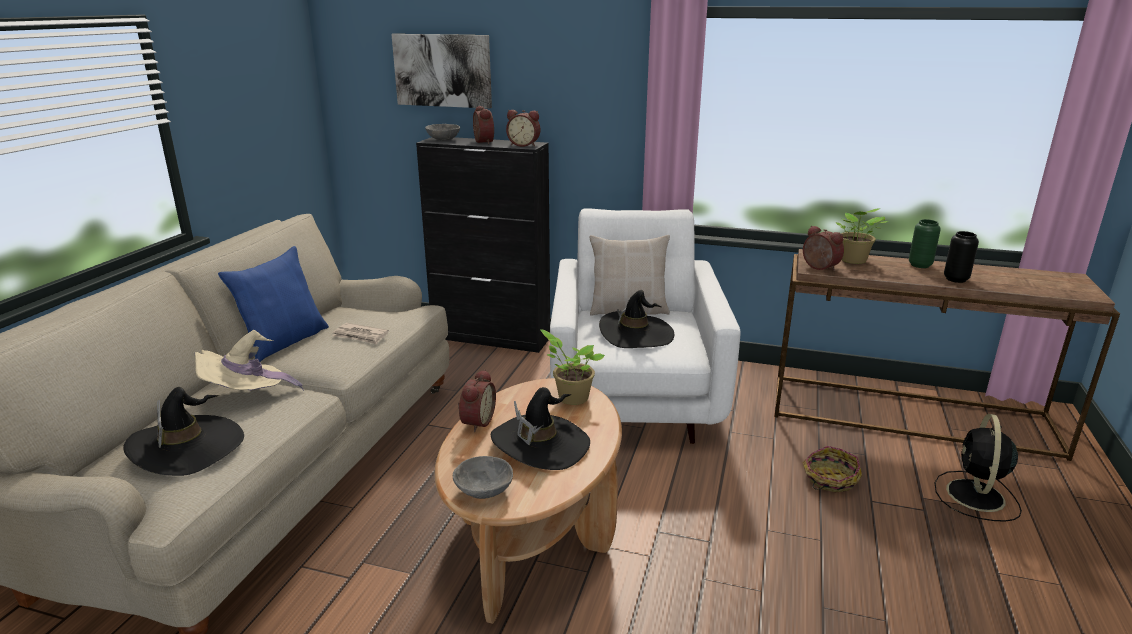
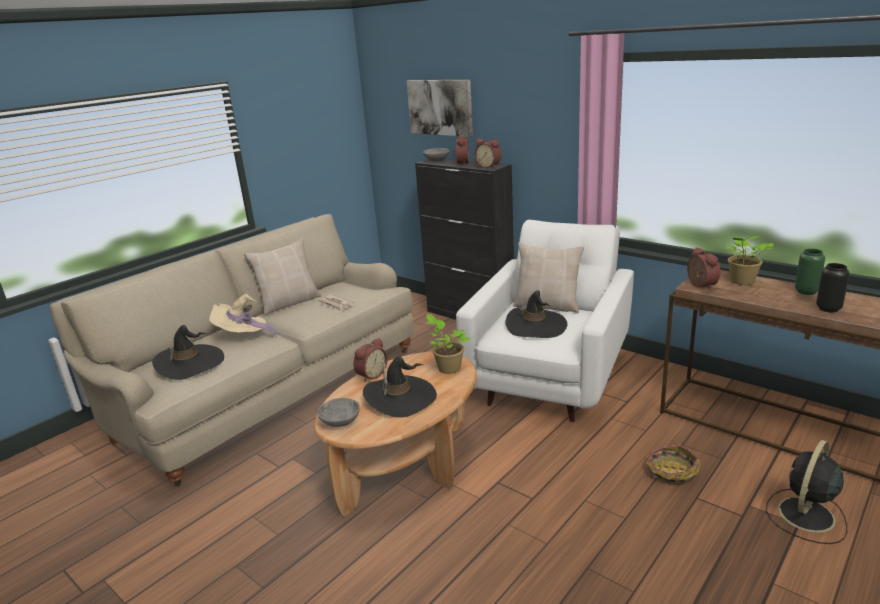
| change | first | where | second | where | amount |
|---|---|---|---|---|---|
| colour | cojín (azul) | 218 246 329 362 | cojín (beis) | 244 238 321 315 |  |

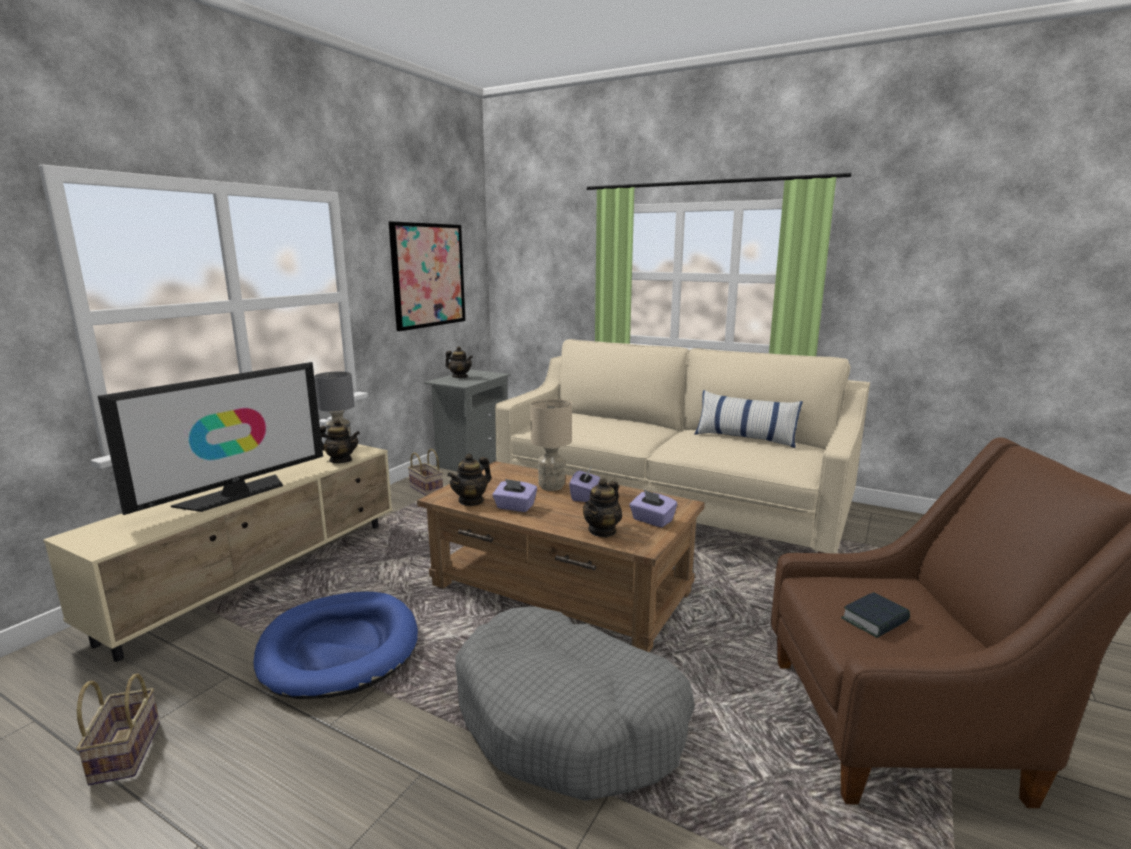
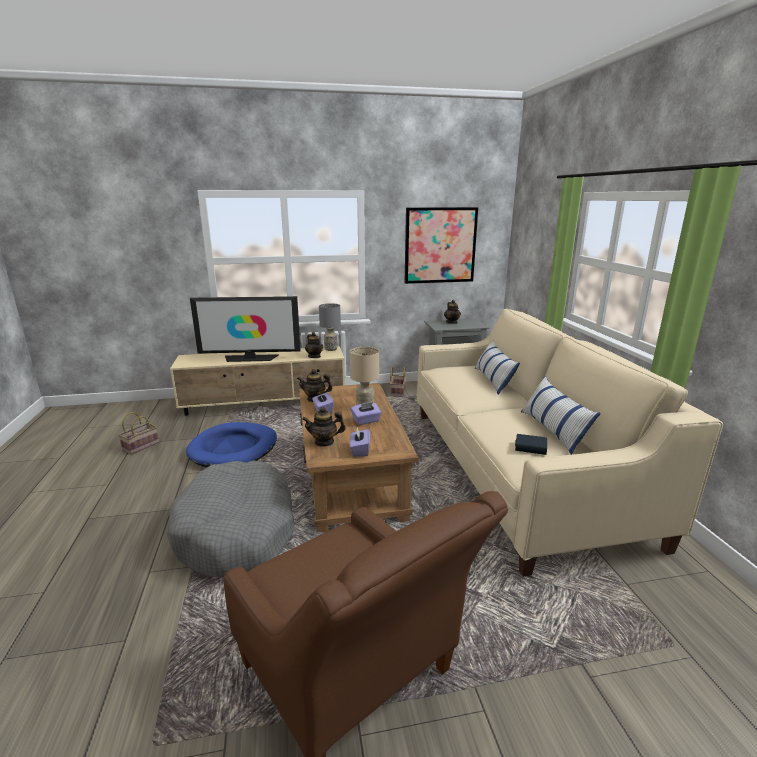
| change | first | where | second | where | amount |
|---|---|---|---|---|---|
| relocated | libro | 841 592 910 638 |  | 515 434 547 455 |  |
| appeared |  |  | cojín | 475 340 520 395 |  |

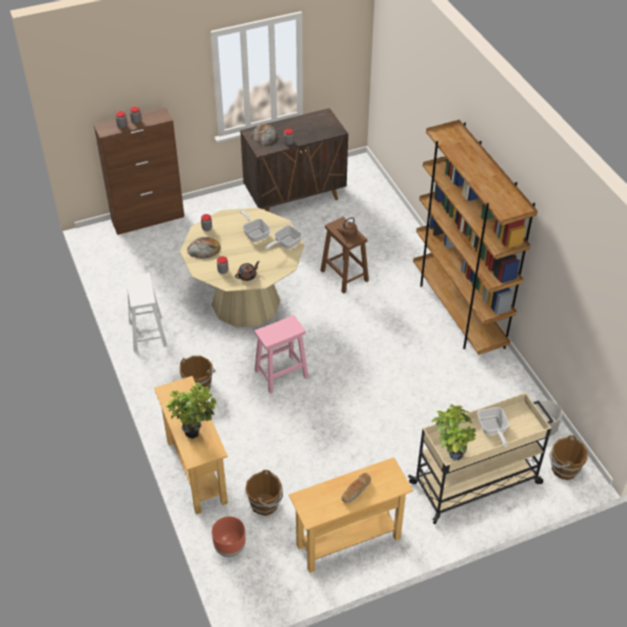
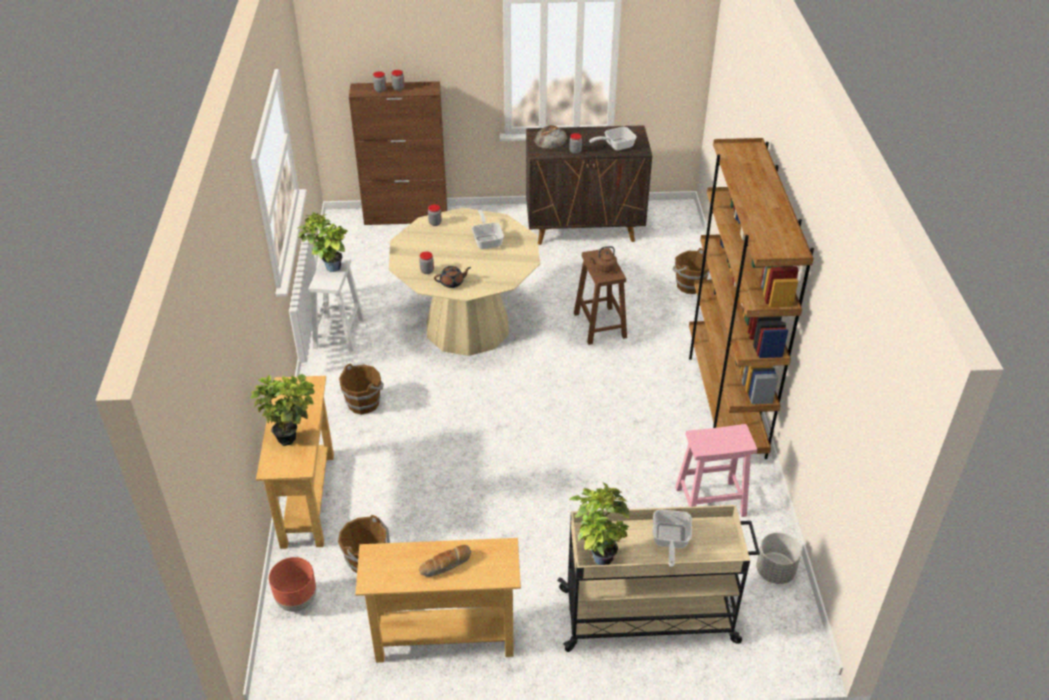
| change | first | where | second | where | amount |
|---|---|---|---|---|---|
| missing | pan | 187 237 221 259 |  |  |  |
| relocated | taburete (rosa) | 254 315 309 394 |  | 675 424 757 517 |  |
| relocated | sartén | 265 225 303 250 |  | 589 127 637 151 |  |
| relocated | cubo (marrón) | 549 435 588 480 |  | 672 248 710 294 |  |
| appeared |  |  | planta en maceta | 297 212 348 272 |  |

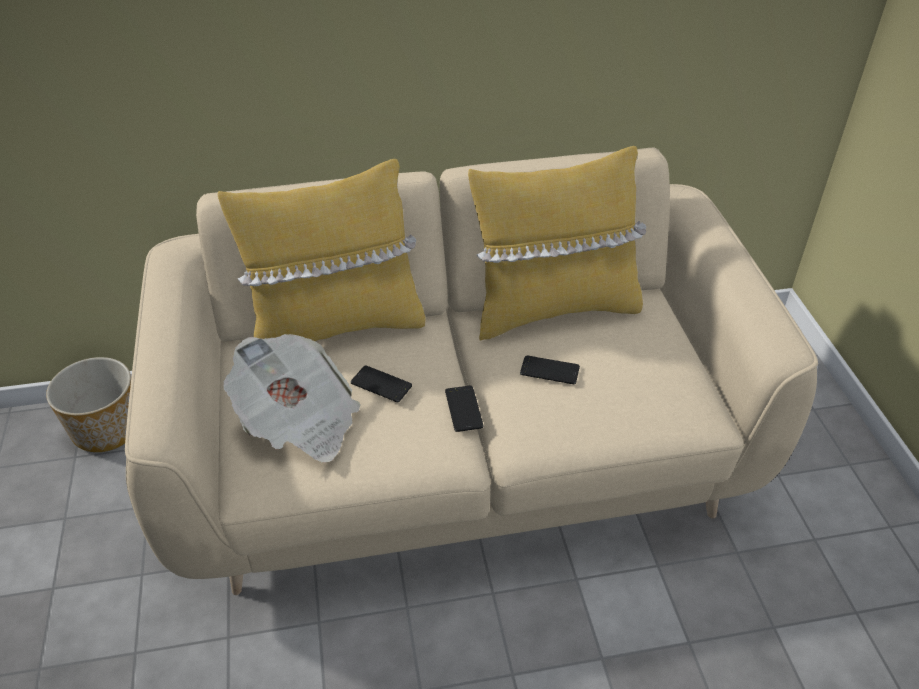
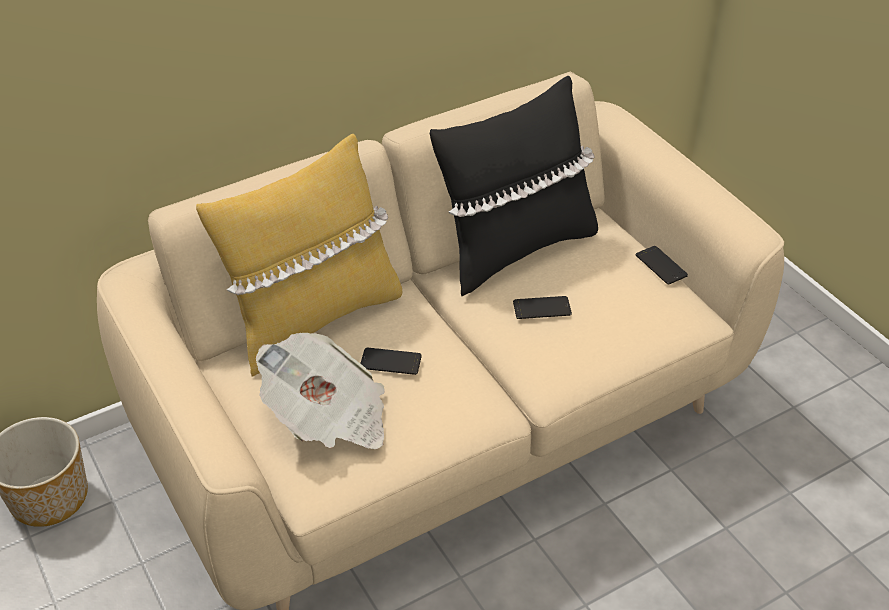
| change | first | where | second | where | amount |
|---|---|---|---|---|---|
| relocated | móvil | 445 386 483 432 |  | 636 246 688 284 |  |
| colour | cojín (amarillo) | 468 146 646 340 | cojín (negro) | 430 76 598 296 |  |

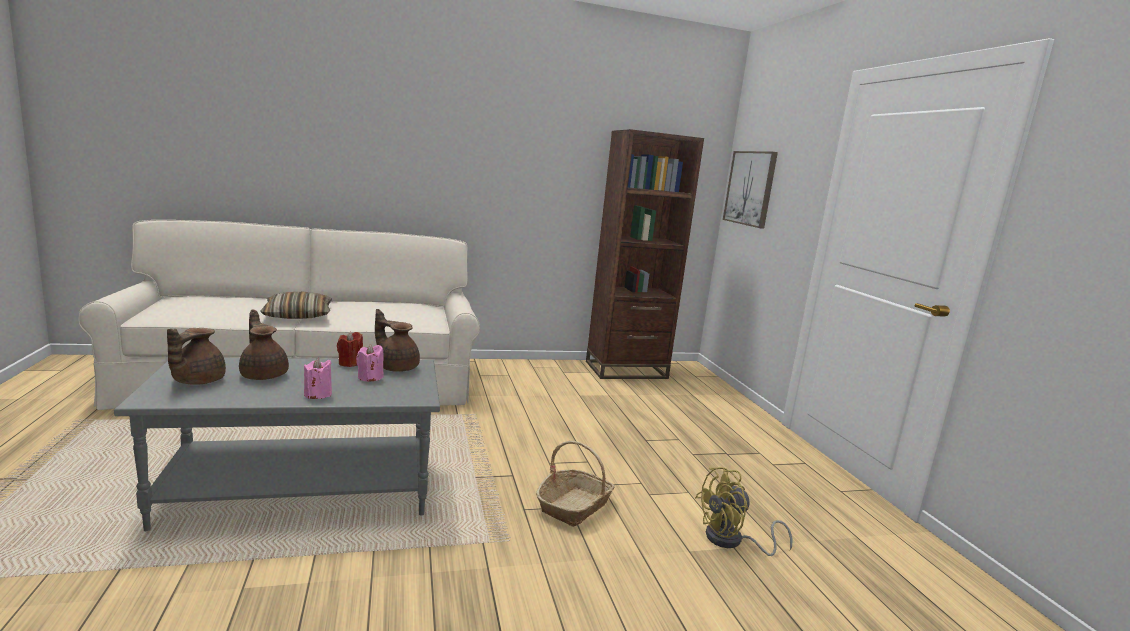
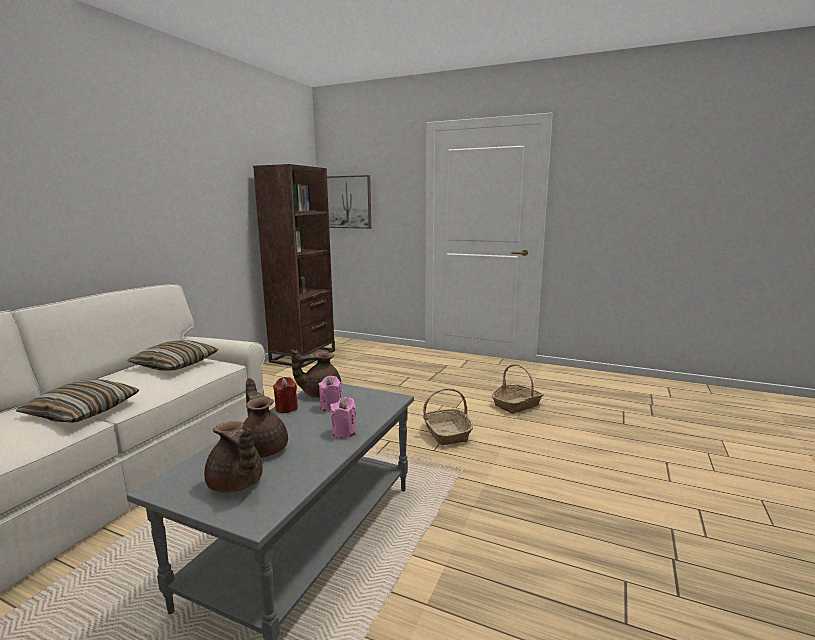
| change | first | where | second | where | amount |
|---|---|---|---|---|---|
| spun | tetera (marrón) | 239 310 289 380 |  | 243 378 288 458 | 60 degrees clockwise |
| exchanged | ventilador (amarillo) | 695 467 793 556 | cesta | 491 364 544 414 |  |
| appeared |  |  | cojín | 127 340 218 371 |  |

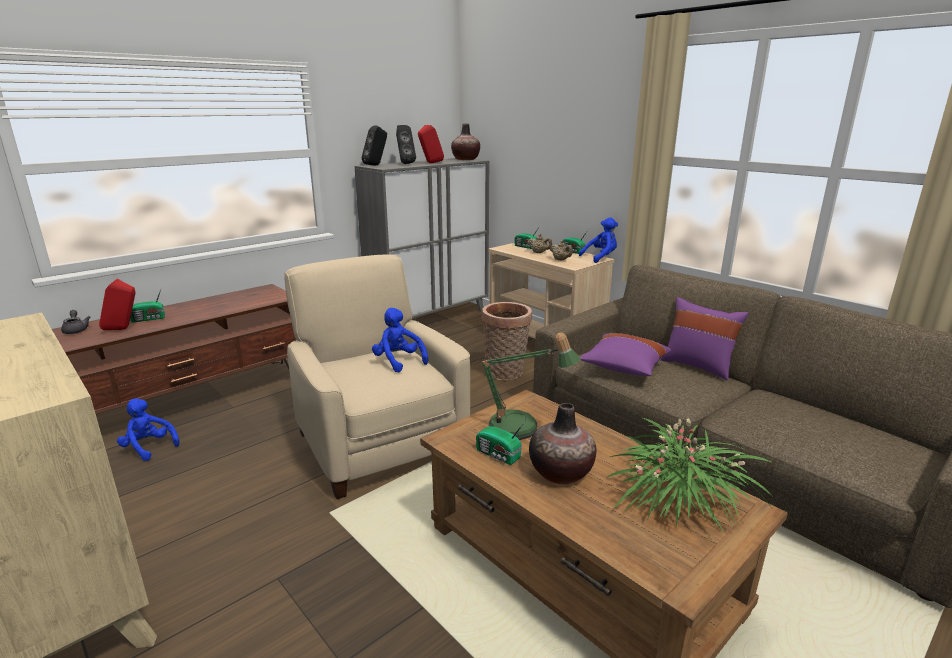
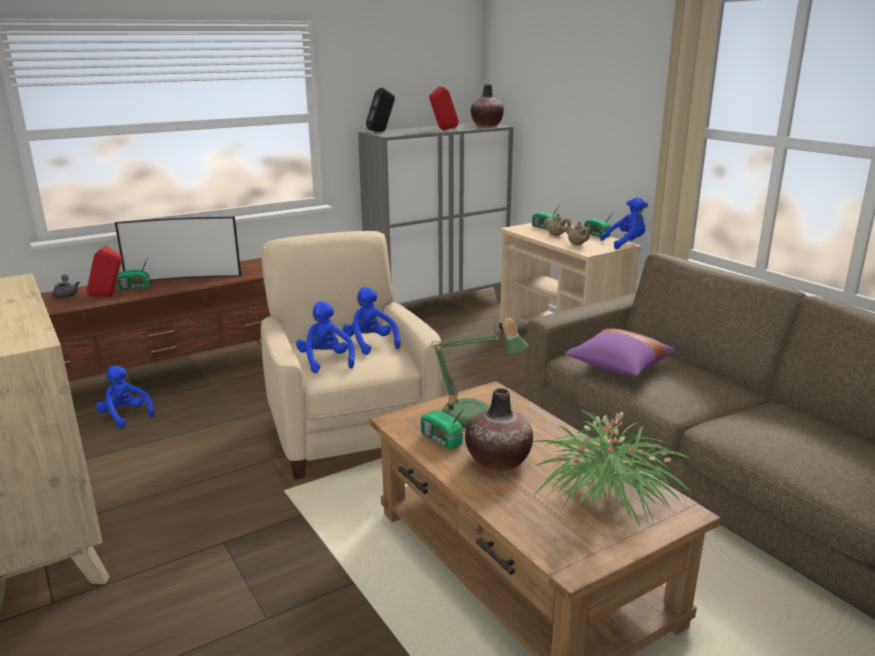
| change | first | where | second | where | amount |
|---|---|---|---|---|---|
| missing | altavoz (negro) | 396 125 416 164 |  |  |  |
| missing | cesta | 481 302 532 380 |  |  |  |
| missing | cojín (morado) | 660 297 749 380 |  |  |  |
| appeared |  |  | televisor | 115 217 241 281 |  |
| appeared |  |  | peluche (azul) | 296 301 355 373 |  |

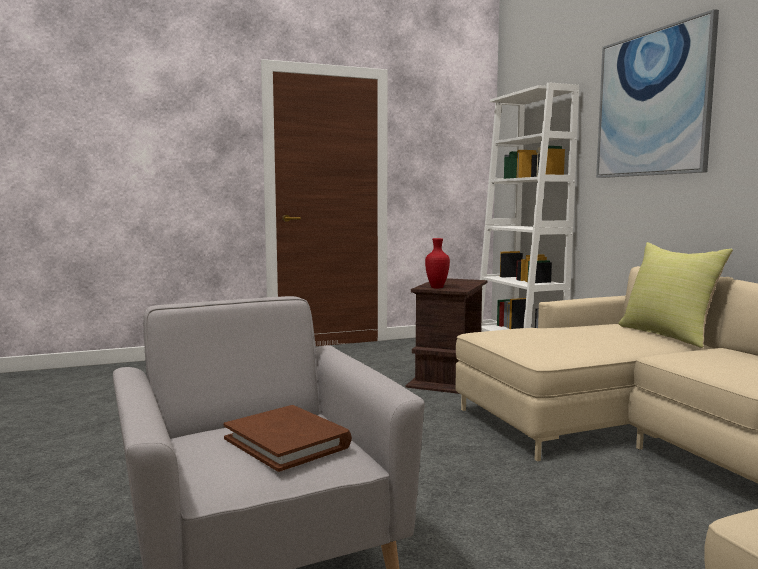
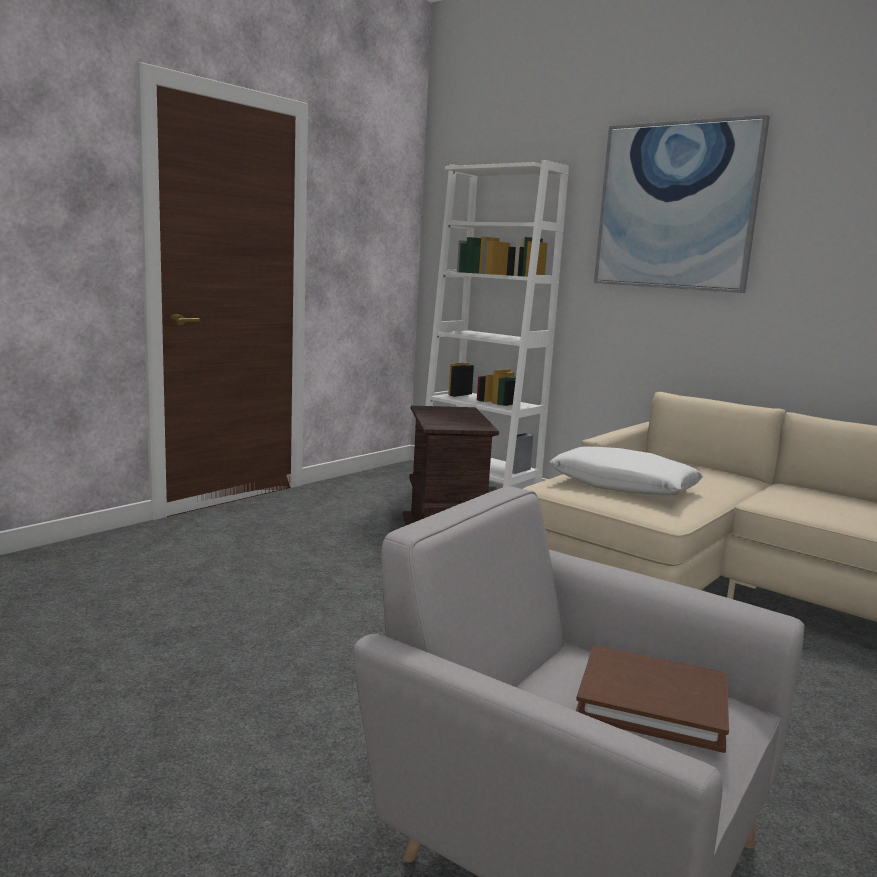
| change | first | where | second | where | amount |
|---|---|---|---|---|---|
| missing | florero (rojo) | 425 238 450 289 |  |  |  |
| missing | cojín (amarillo) | 618 242 733 348 |  |  |  |
| appeared |  |  | cojín (blanco) | 550 447 703 495 |  |

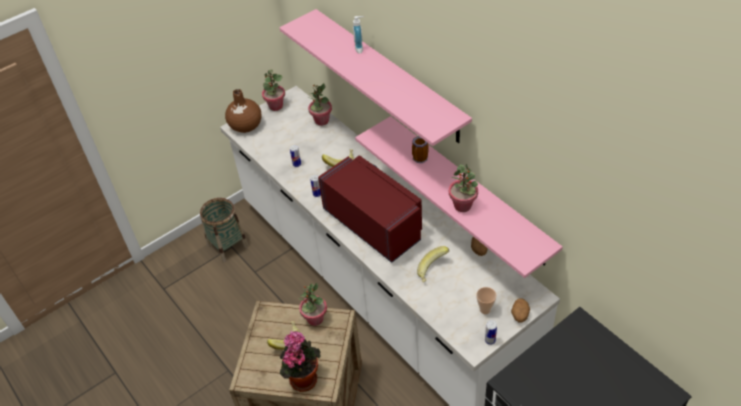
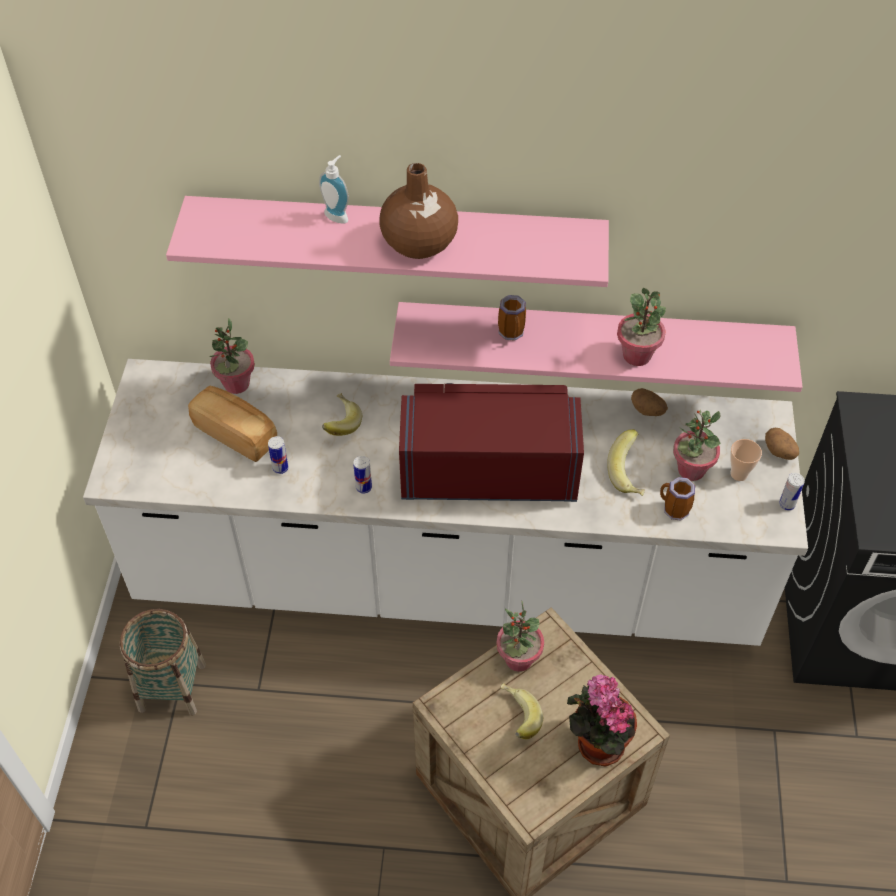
| change | first | where | second | where | amount |
|---|---|---|---|---|---|
| relocated | florero (marrón) | 225 89 262 133 |  | 379 163 458 259 |  |
| relocated | planta en maceta | 262 70 285 111 |  | 673 410 721 481 |  |
| appeared |  |  | pan | 188 386 277 462 |  |
| appeared |  |  | taza grande | 660 477 695 521 |  |

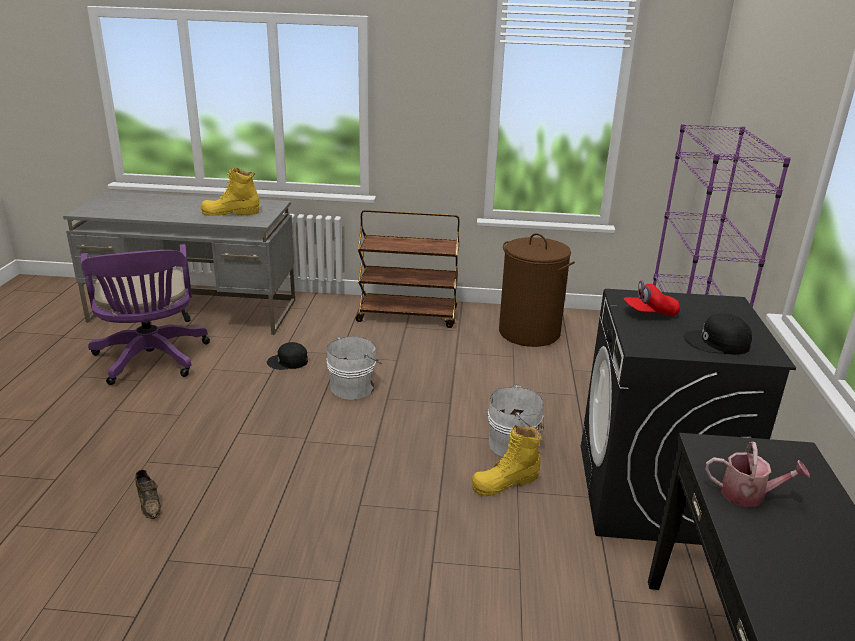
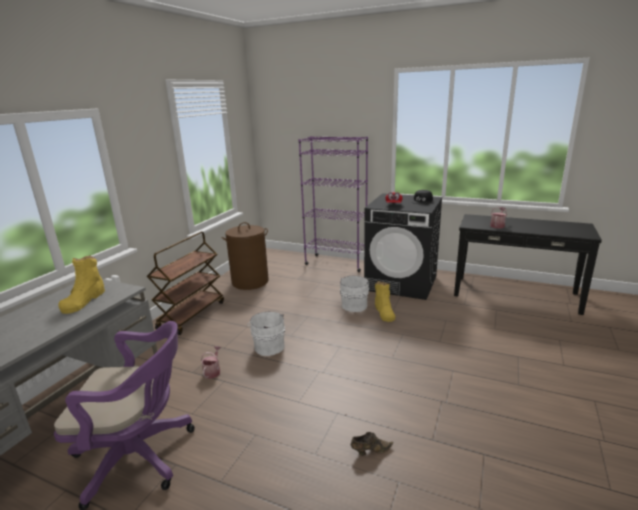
| change | first | where | second | where | amount |
|---|---|---|---|---|---|
| exchanged | gorra (negro) | 267 342 308 370 | regadera | 201 346 221 379 |  |

